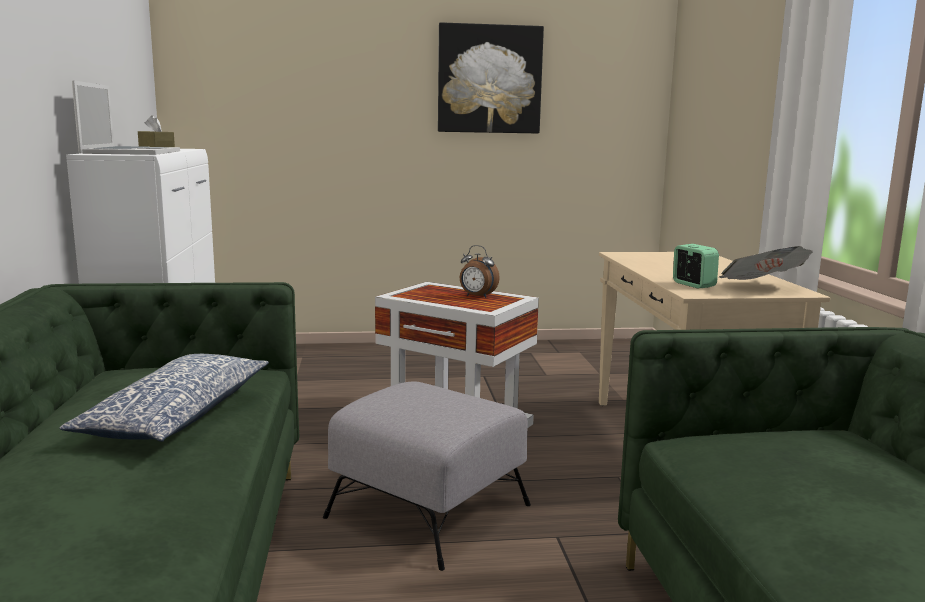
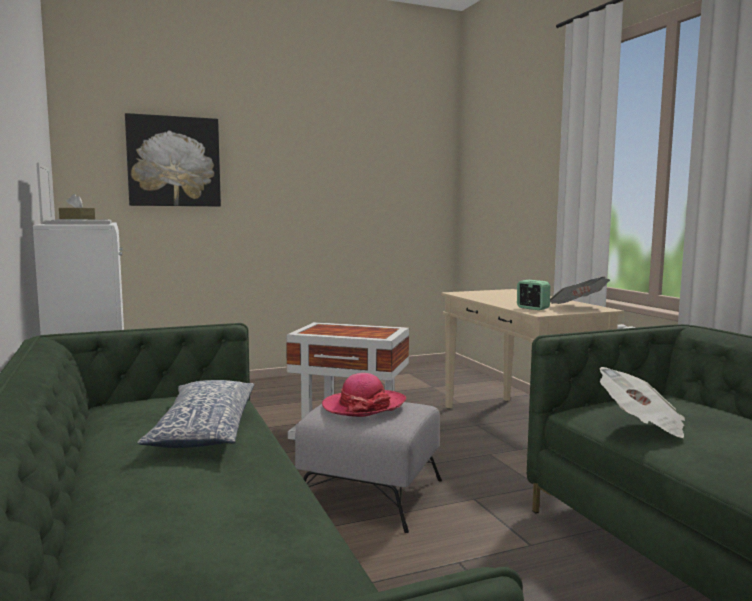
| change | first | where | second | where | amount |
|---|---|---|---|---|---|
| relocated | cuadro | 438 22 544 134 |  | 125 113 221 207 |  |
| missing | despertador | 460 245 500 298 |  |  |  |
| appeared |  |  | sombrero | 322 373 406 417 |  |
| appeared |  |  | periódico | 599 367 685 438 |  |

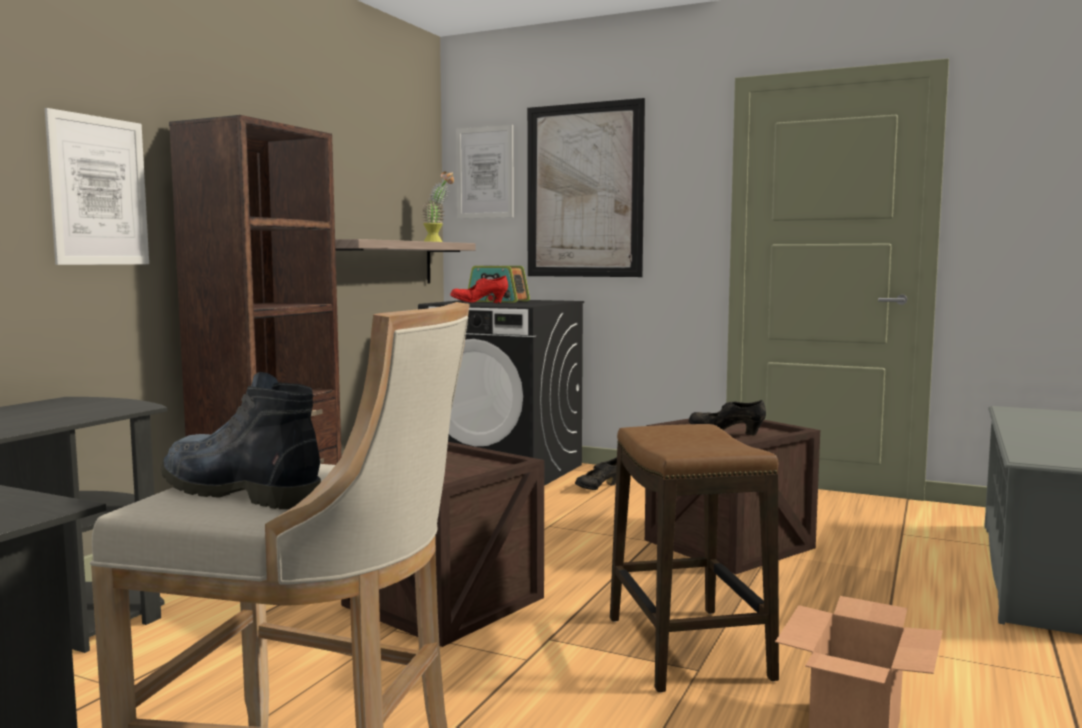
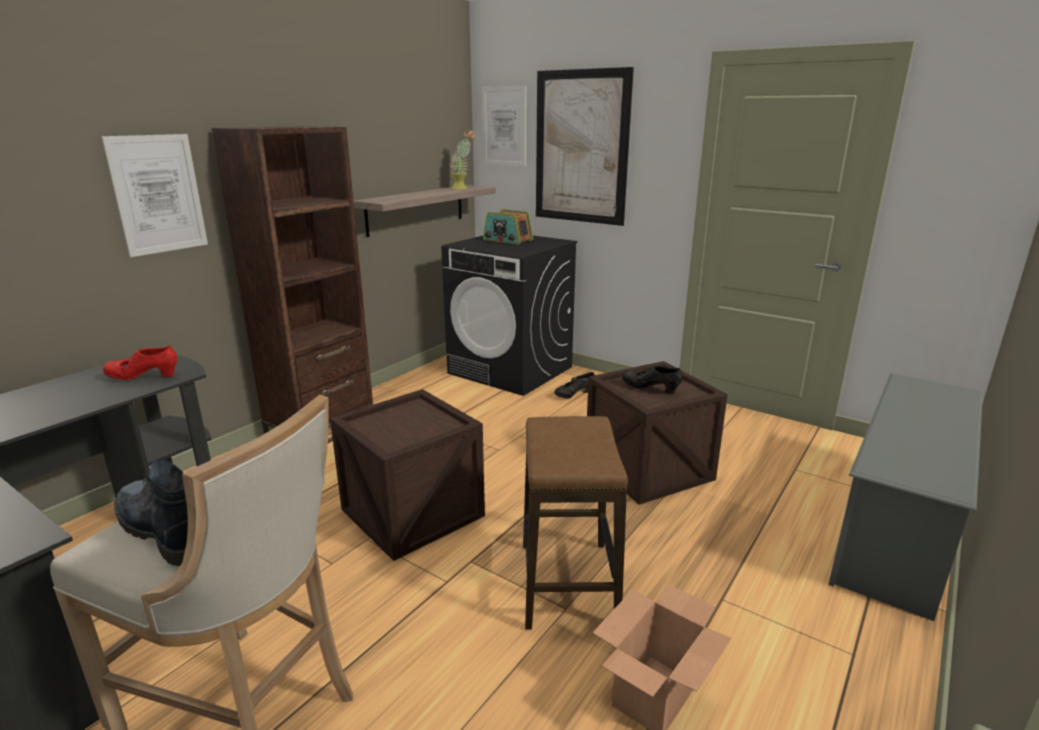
| change | first | where | second | where | amount |
|---|---|---|---|---|---|
| relocated | zapato (rojo) | 450 276 508 303 |  | 103 345 177 380 |  |

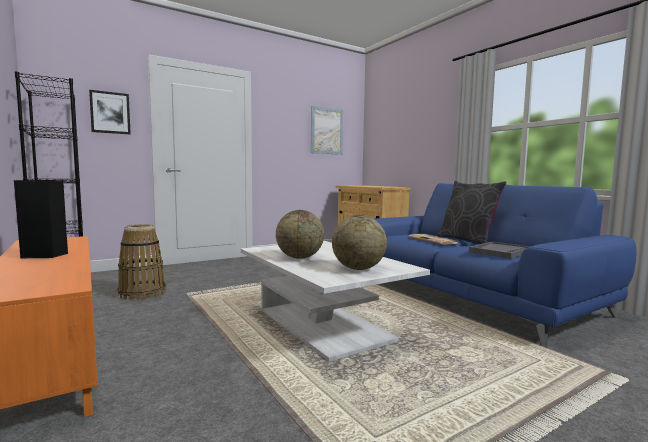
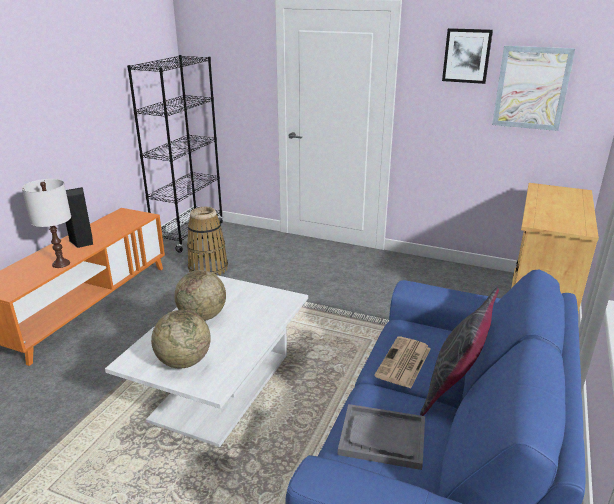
| change | first | where | second | where | amount |
|---|---|---|---|---|---|
| relocated | cuadro | 89 90 131 134 |  | 442 28 493 84 |  |
| appeared |  |  | lámpara de mesa (blanco) | 22 179 71 268 |  |

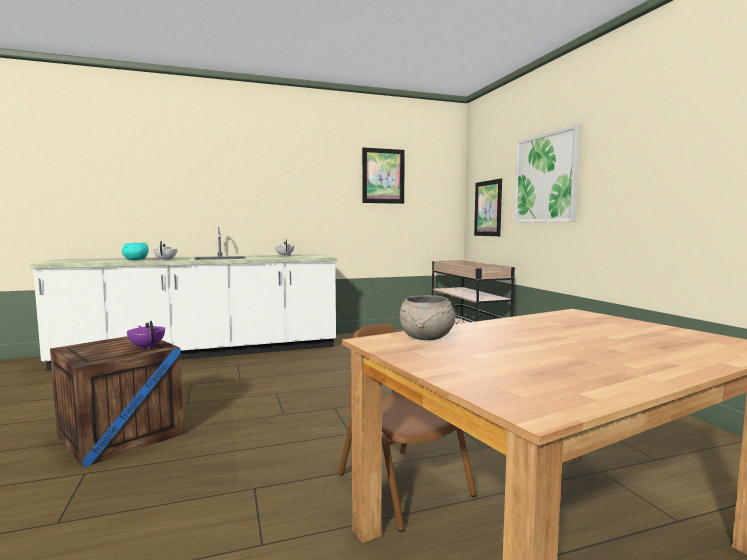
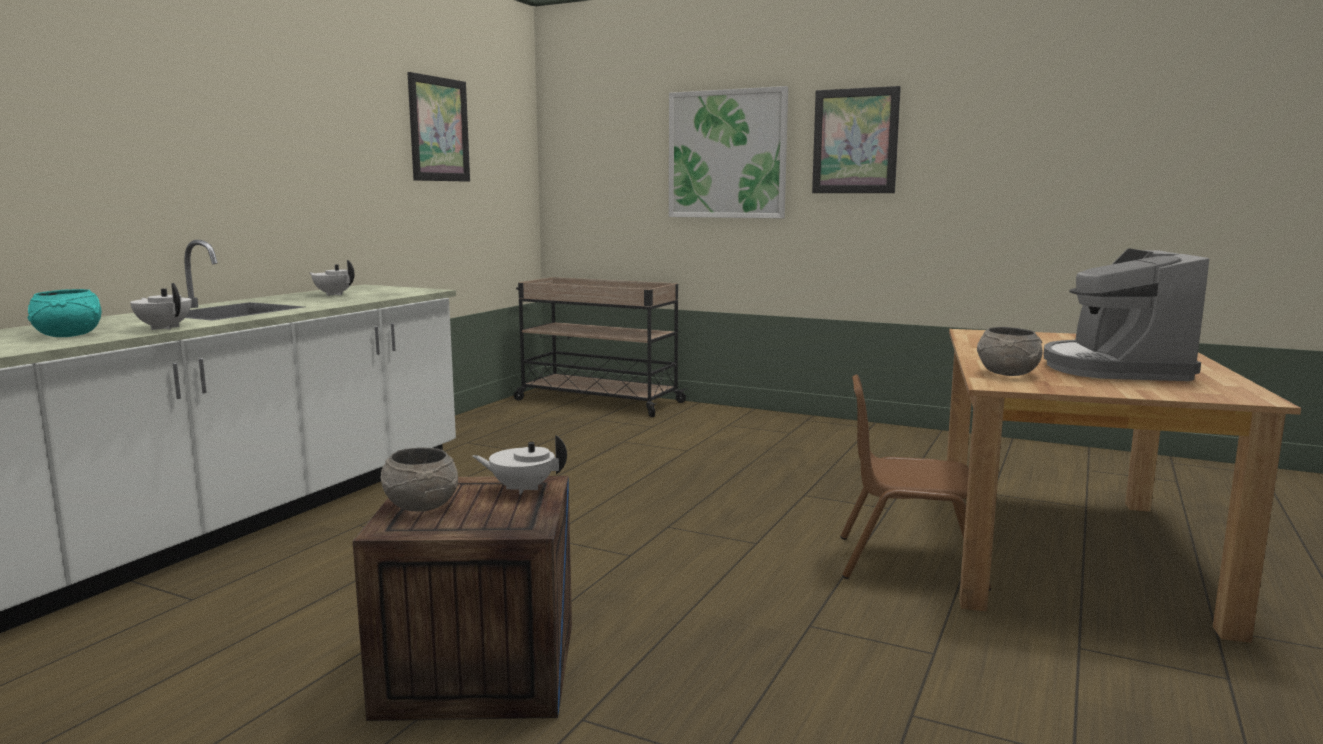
| change | first | where | second | where | amount |
|---|---|---|---|---|---|
| colour | tetera (morado) | 127 321 165 349 | tetera (blanco) | 473 435 567 495 |  |
| relocated | cuadro | 474 178 502 236 |  | 812 86 901 193 |  |
| appeared |  |  | cuenco (gris) | 380 447 458 512 |  |
| appeared |  |  | cafetera | 1044 248 1209 381 |  |

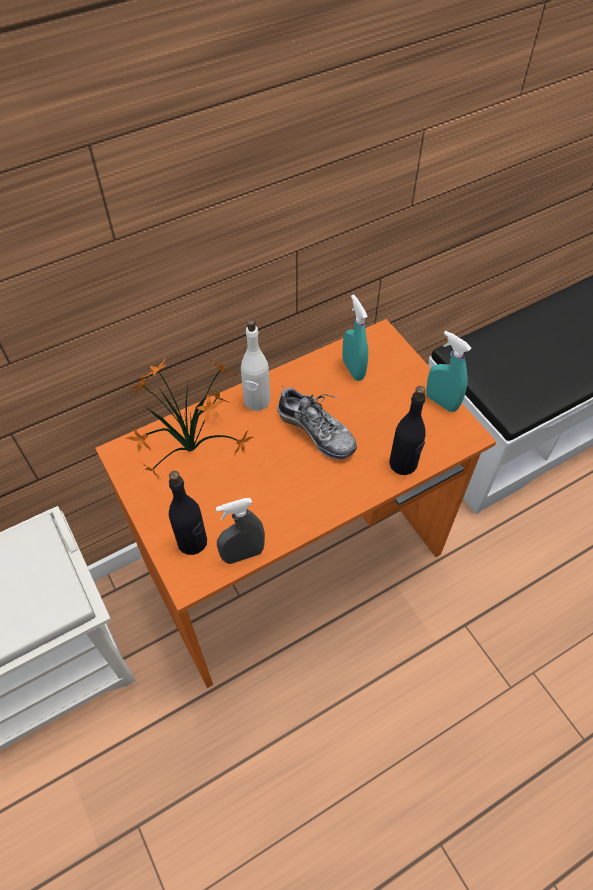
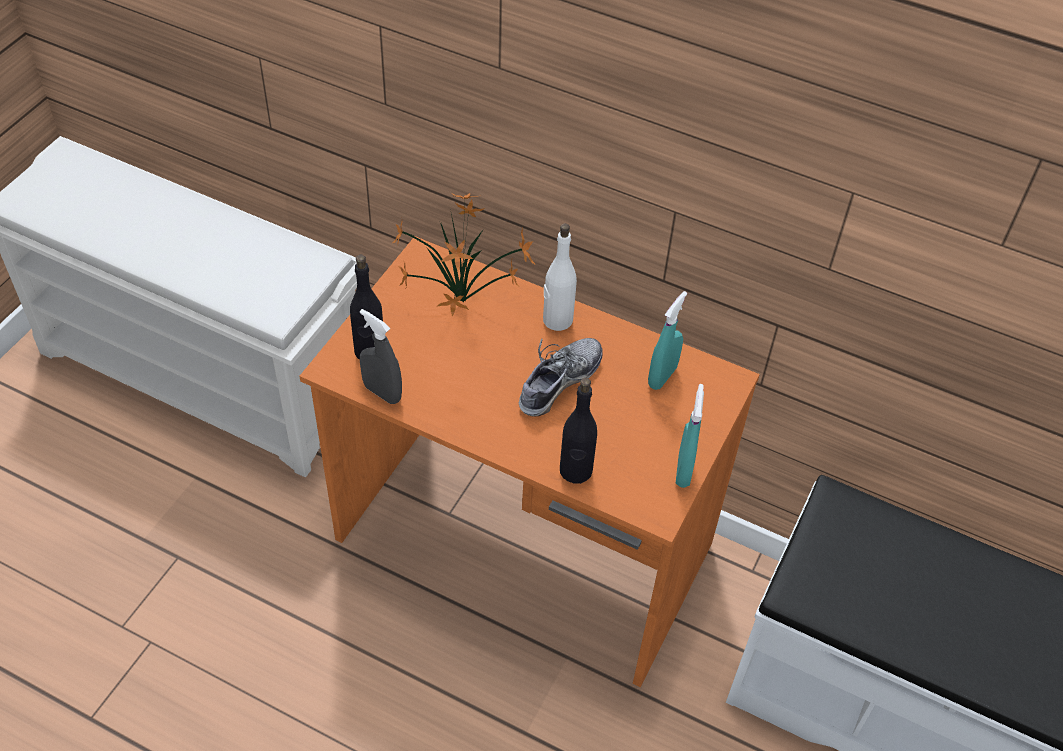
| change | first | where | second | where | amount |
|---|---|---|---|---|---|
| spun | zapato | 277 386 357 459 |  | 519 338 603 417 | 150 degrees counterclockwise |

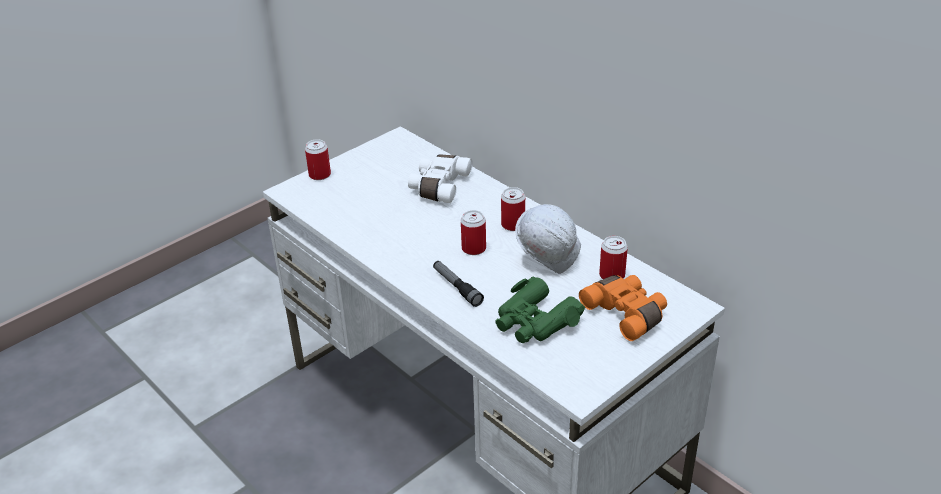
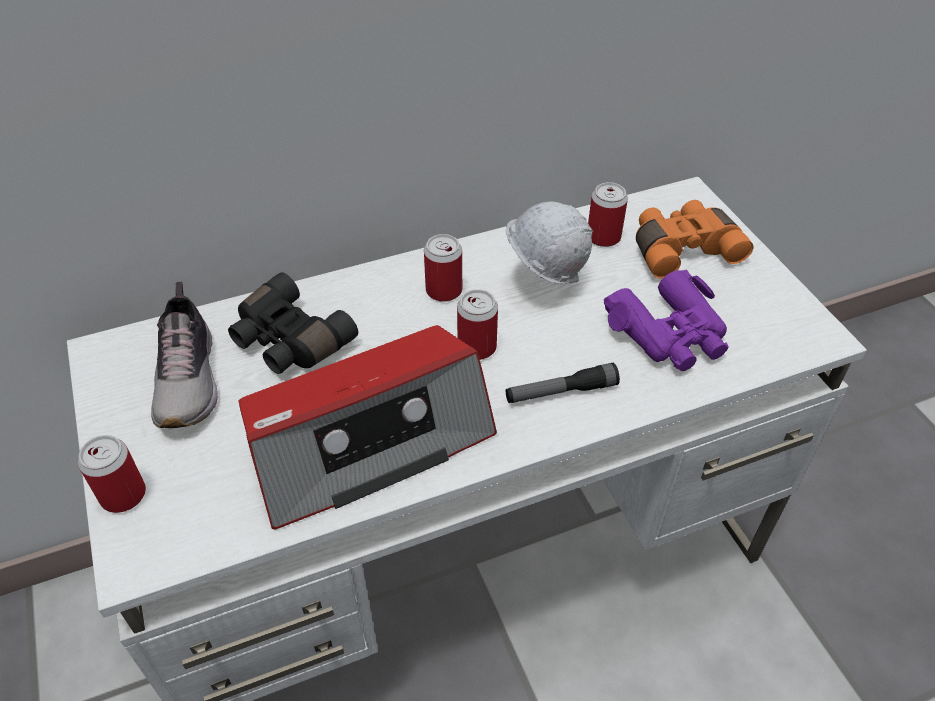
| change | first | where | second | where | amount |
|---|---|---|---|---|---|
| colour | prismáticos (blanco) | 408 154 473 204 | prismáticos (negro) | 228 272 358 374 |  |
| colour | prismáticos (verde) | 496 276 585 343 | prismáticos (morado) | 603 270 729 371 |  |
| appeared |  |  | zapato | 151 282 218 428 |  |
| appeared |  |  | radio | 238 325 497 530 |  |

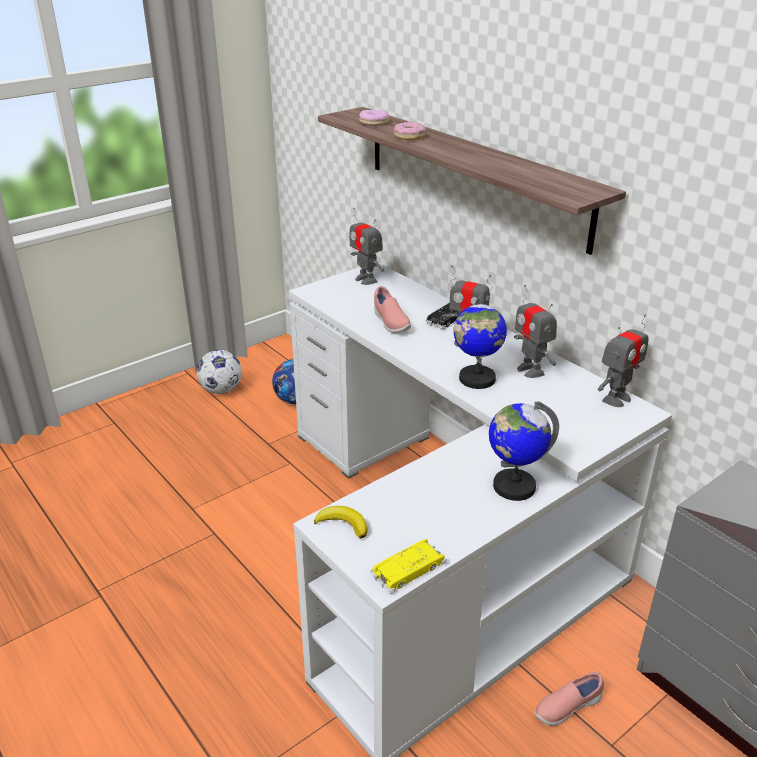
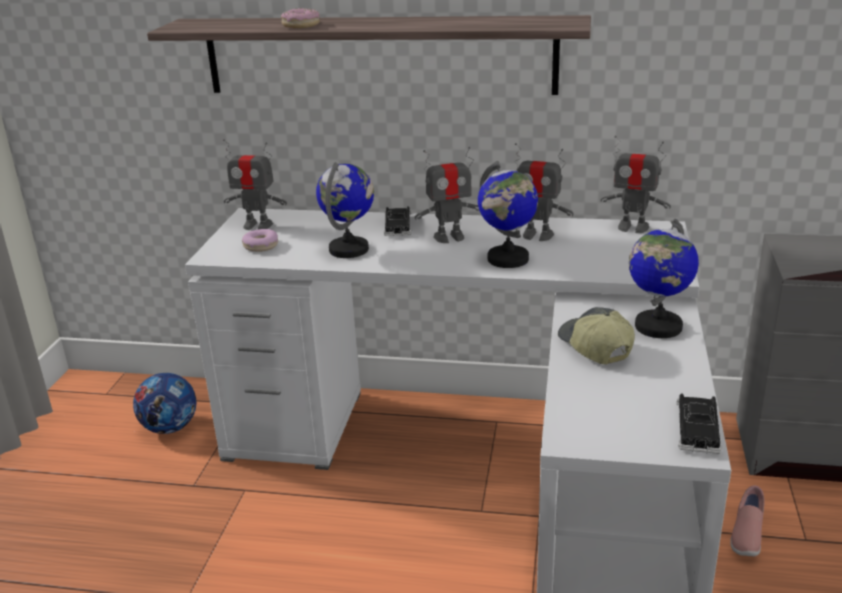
| change | first | where | second | where | amount |
|---|---|---|---|---|---|
| missing | balón de fútbol | 197 350 242 394 |  |  |  |
| missing | plátano | 314 506 367 539 |  |  |  |
| relocated | rosquilla | 359 110 389 126 |  | 242 229 278 252 |  |
| colour | coche de juguete (amarillo) | 370 539 447 593 | coche de juguete (negro) | 677 393 722 454 |  |
| exchanged | zapato (rosa) | 374 286 411 333 | globo terráqueo | 316 162 374 258 |  |
| spun | robot de juguete | 598 314 648 407 |  | 601 135 671 233 | 105 degrees clockwise |
| appeared |  |  | gorra | 558 307 635 364 |  |

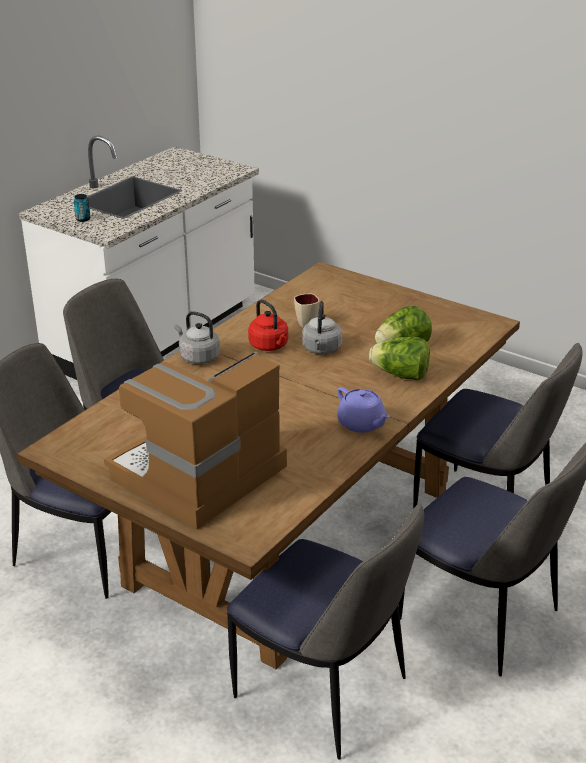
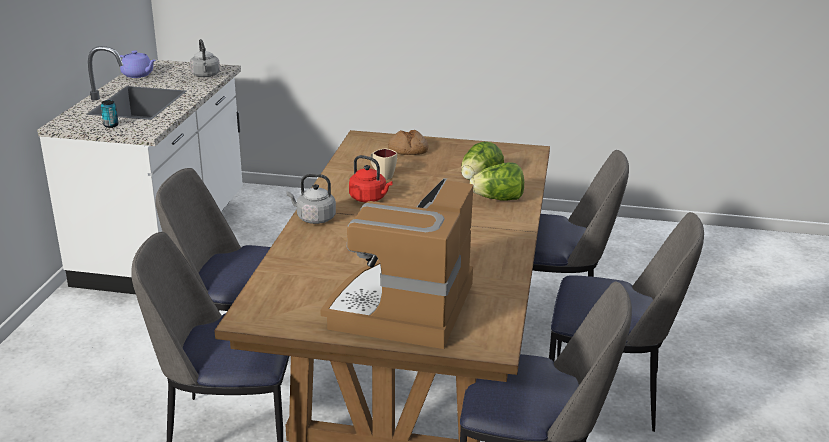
| change | first | where | second | where | amount |
|---|---|---|---|---|---|
| relocated | hervidor (gris) | 302 301 342 354 |  | 190 39 220 77 |  |
| relocated | tetera (morado) | 337 387 390 433 |  | 119 51 156 78 |  |
| appeared |  |  | pan | 388 130 428 155 |  |

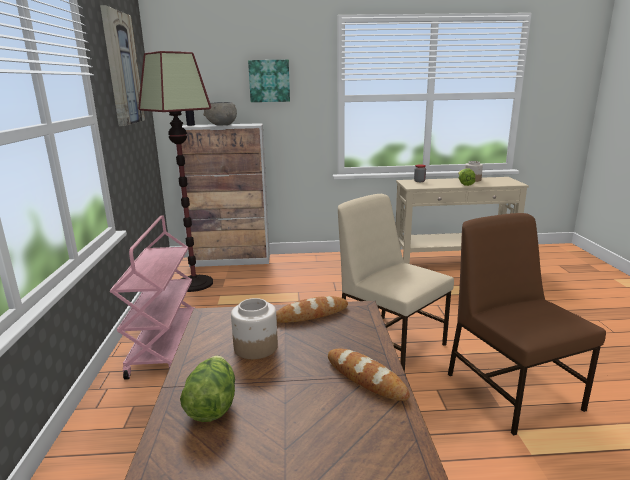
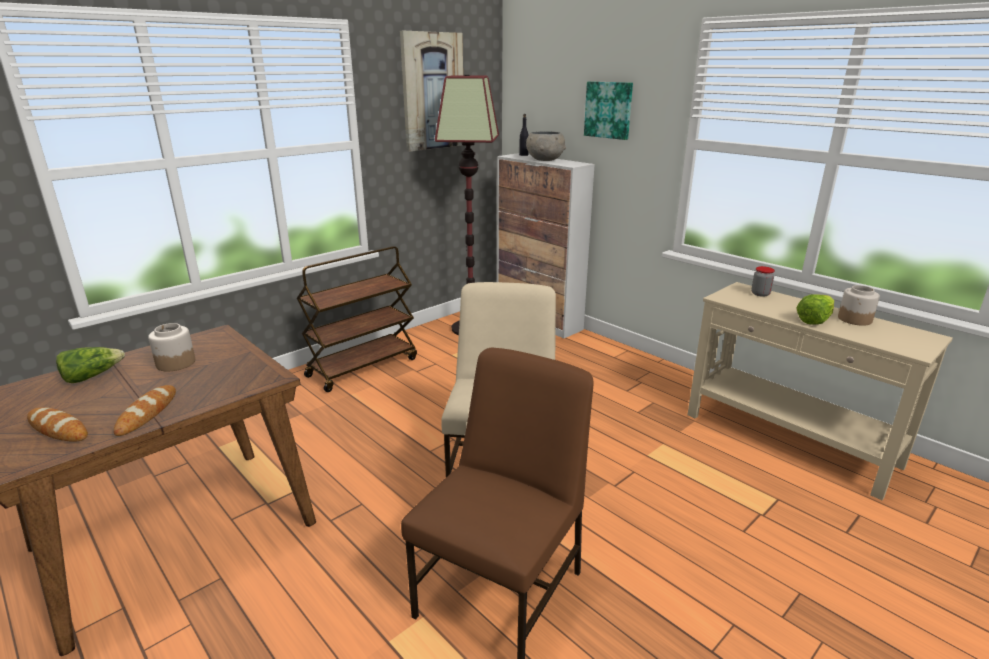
| change | first | where | second | where | amount |
|---|---|---|---|---|---|
| colour | carrito (rosa) | 110 216 195 380 | carrito (marrón) | 297 246 417 392 |  |
| relocated | pan | 276 296 348 323 |  | 27 407 88 442 |  |

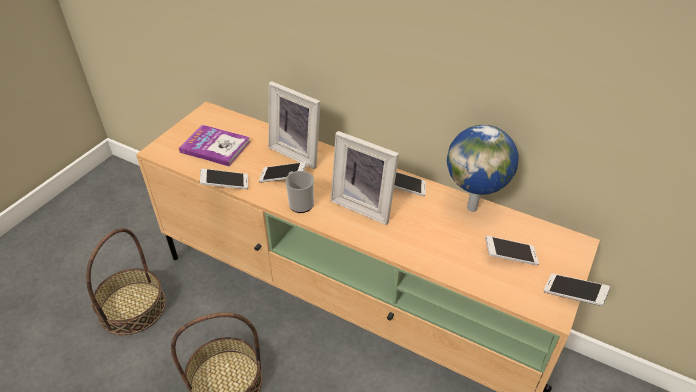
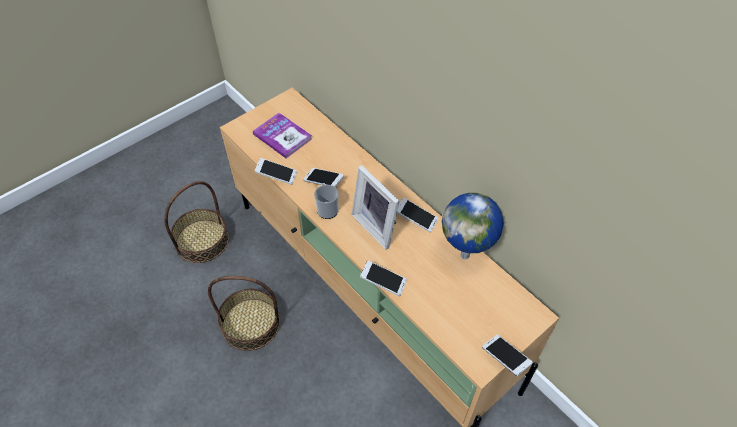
| change | first | where | second | where | amount |
|---|---|---|---|---|---|
| missing | portarretratos | 268 81 321 169 |  |  |  |
| relocated | móvil | 485 236 539 266 |  | 360 260 407 296 |  |

